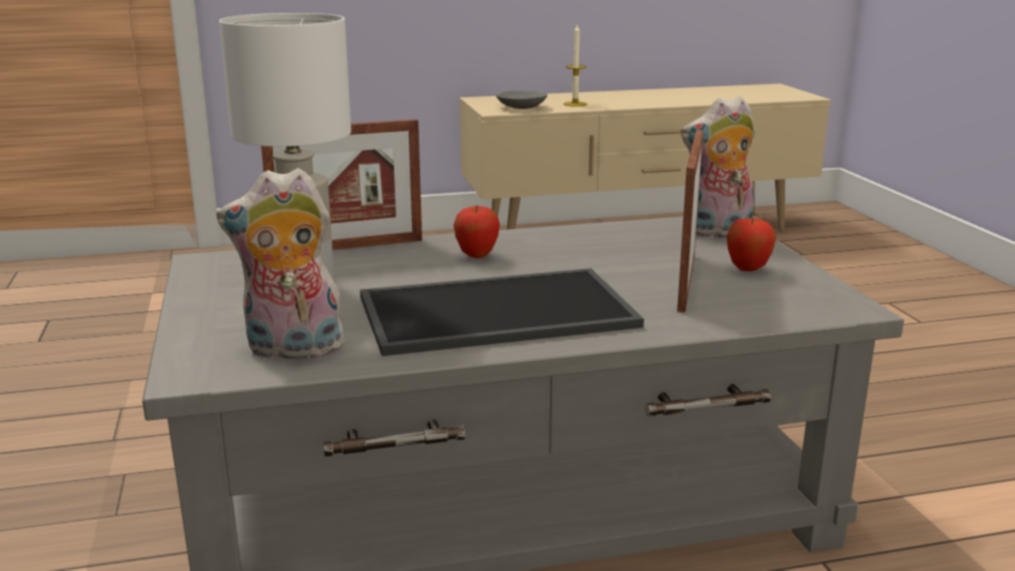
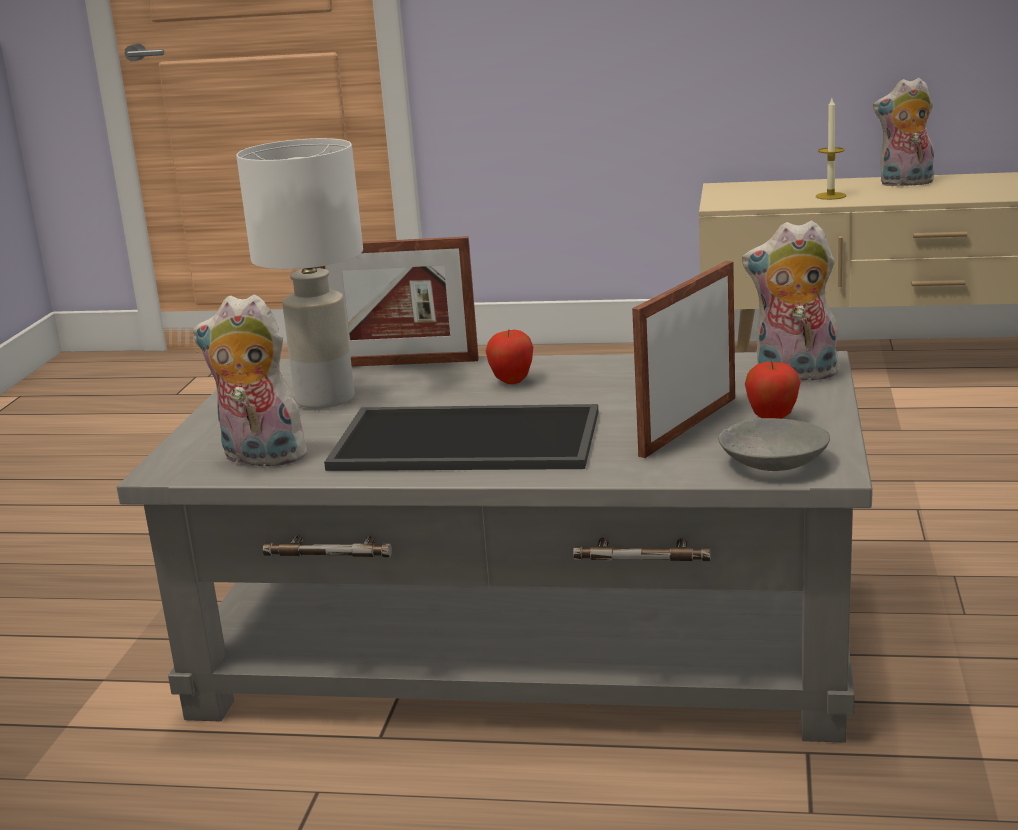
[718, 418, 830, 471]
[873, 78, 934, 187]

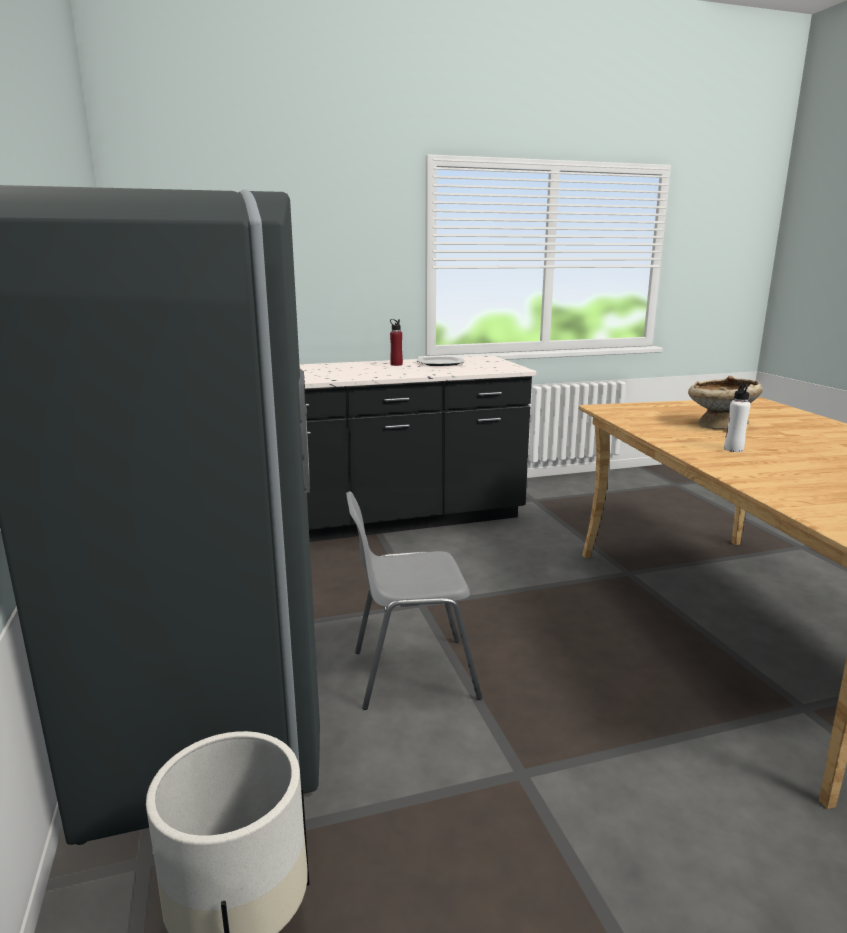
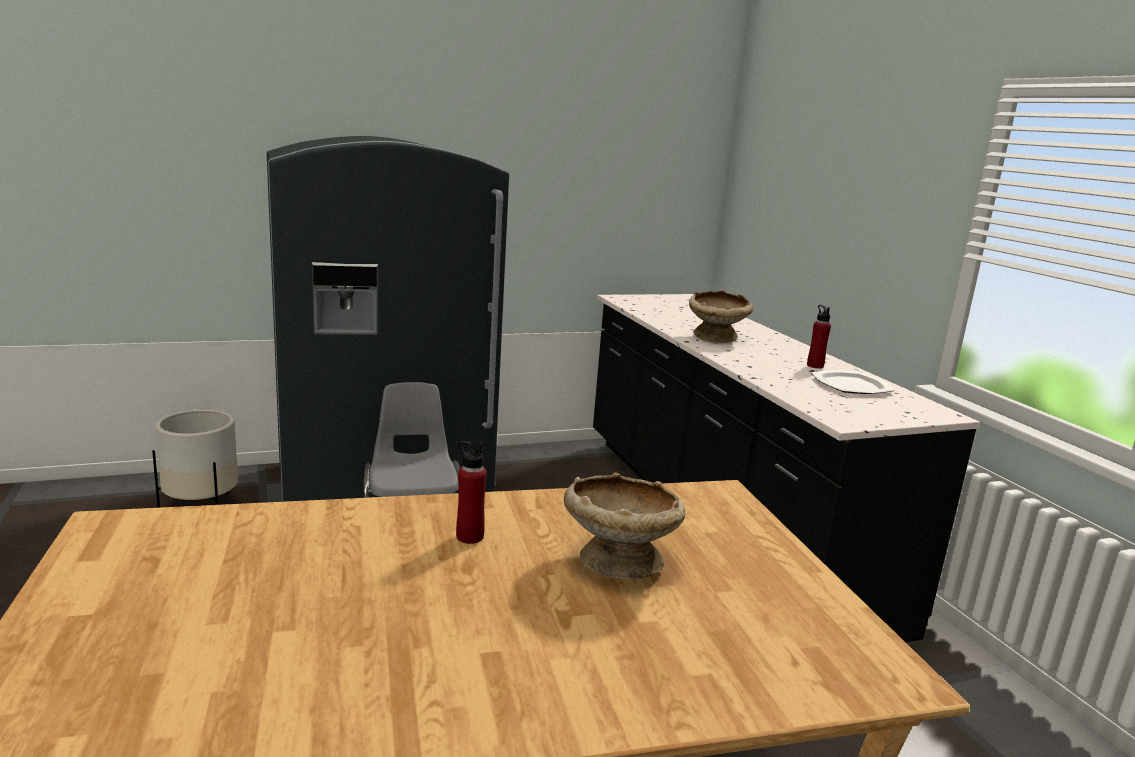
[456, 441, 487, 544]
[689, 290, 753, 343]

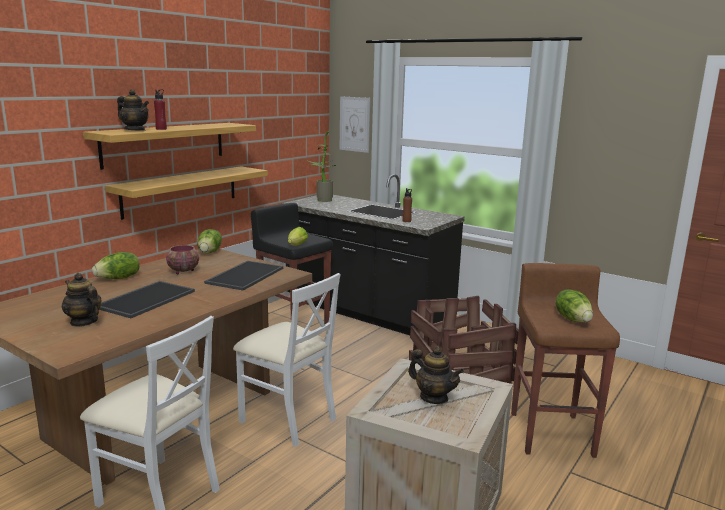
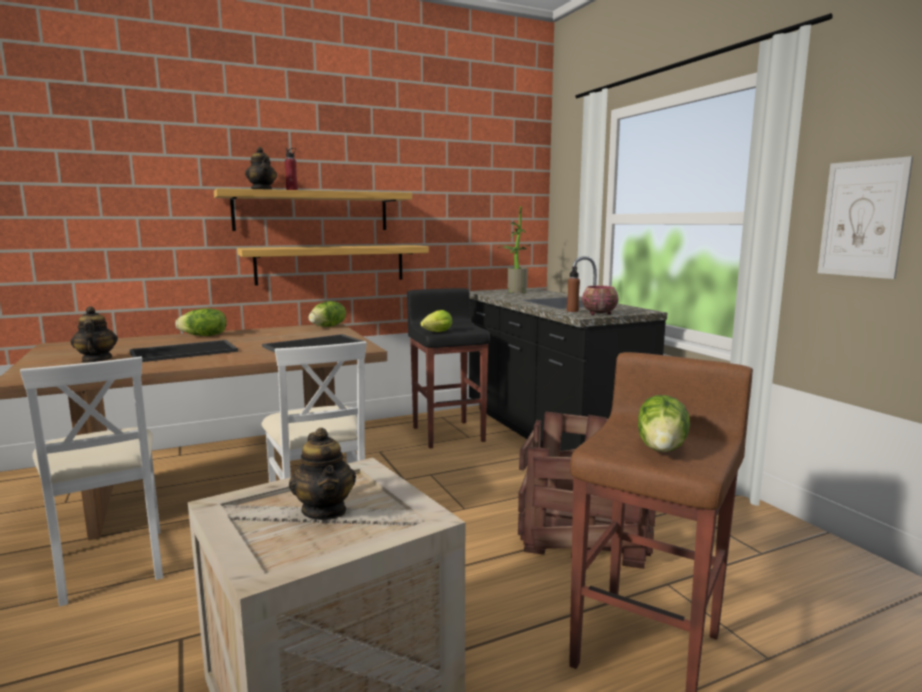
[818, 156, 913, 279]
[582, 285, 619, 315]

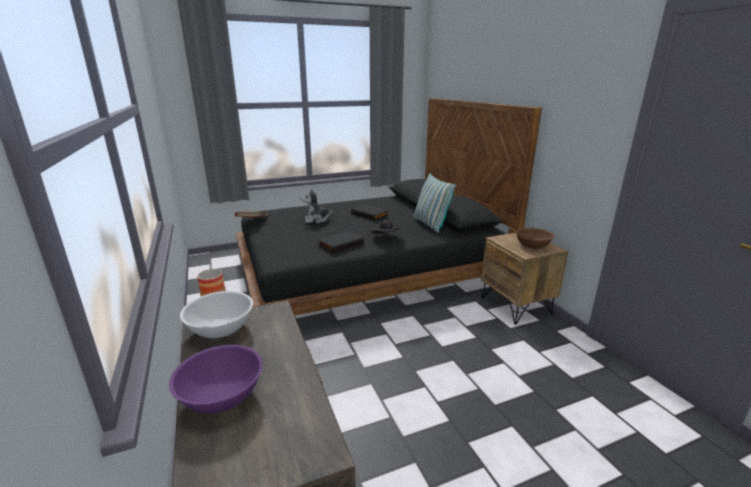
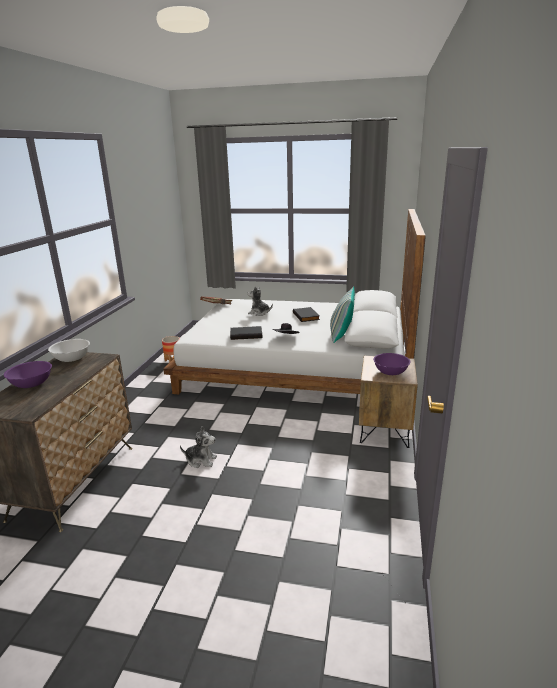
[164, 209, 426, 395]
[373, 353, 411, 375]
[180, 426, 217, 468]

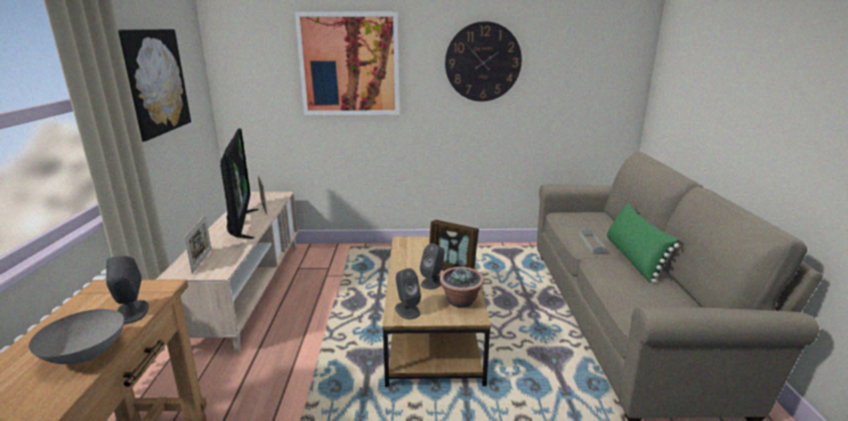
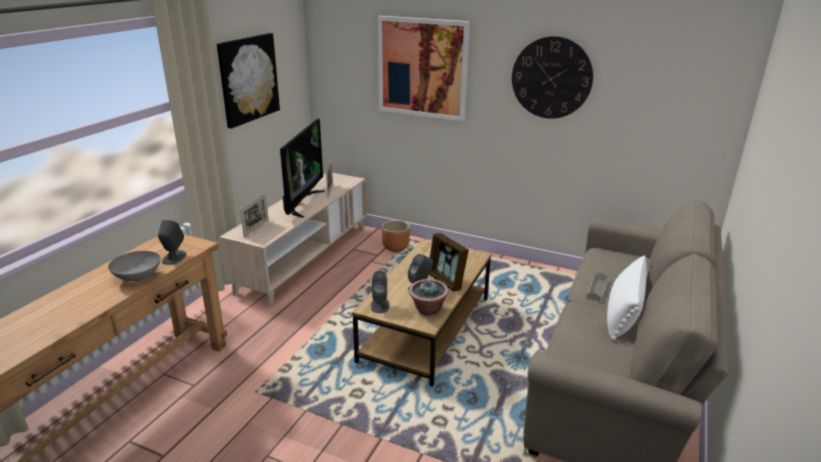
[607, 255, 647, 341]
[382, 220, 410, 252]

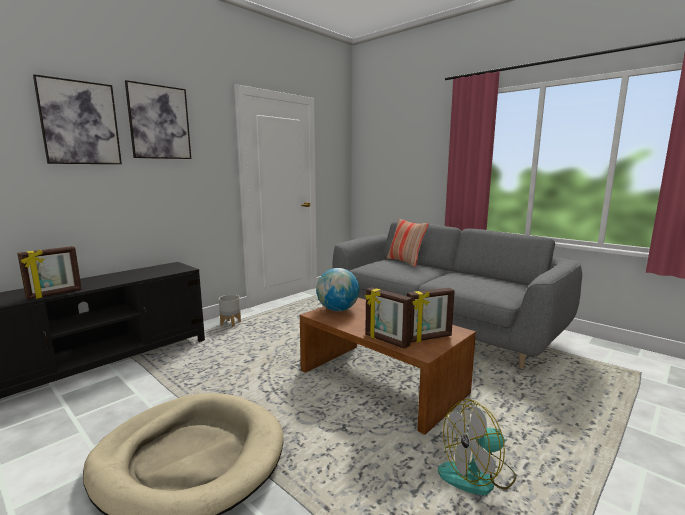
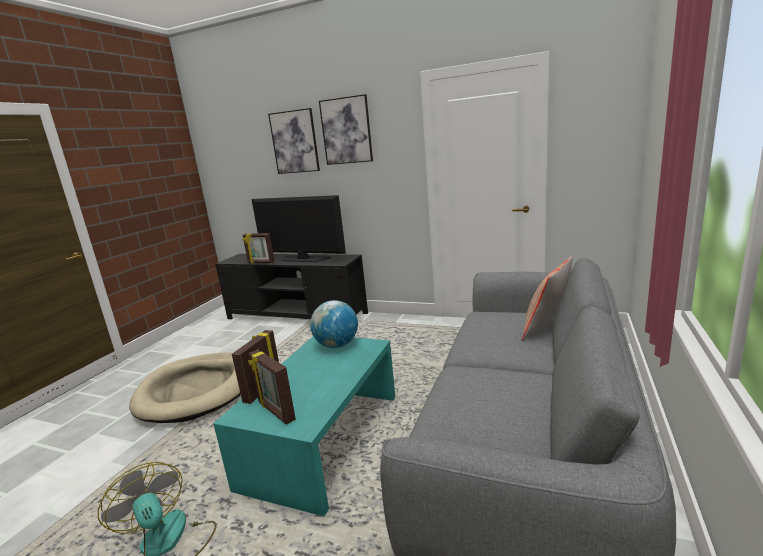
[219, 295, 241, 327] (first image)
[213, 337, 395, 516]
[251, 195, 346, 262]

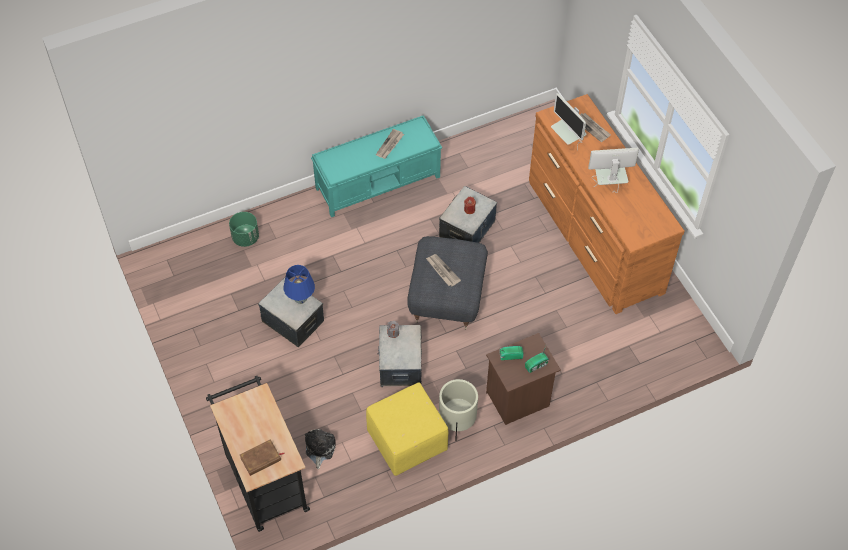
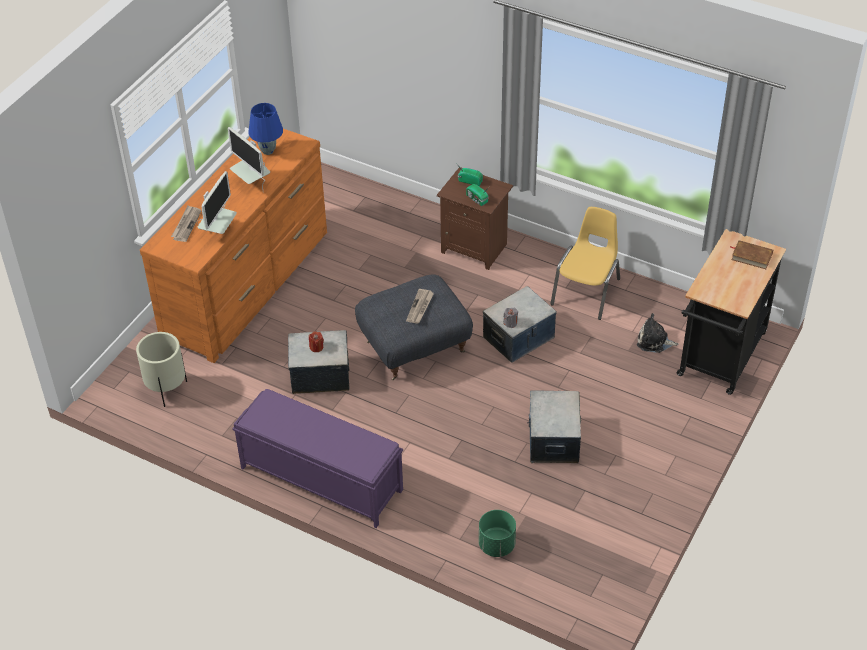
[232, 389, 403, 528]
[376, 129, 404, 159] (first image)
[248, 103, 283, 155]
[136, 332, 187, 407]
[550, 207, 620, 320]
[637, 313, 679, 353]

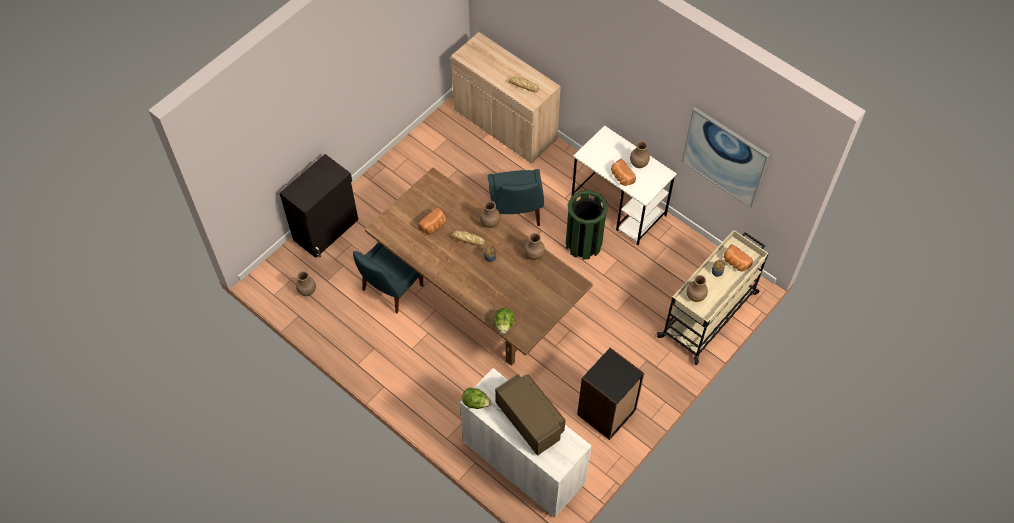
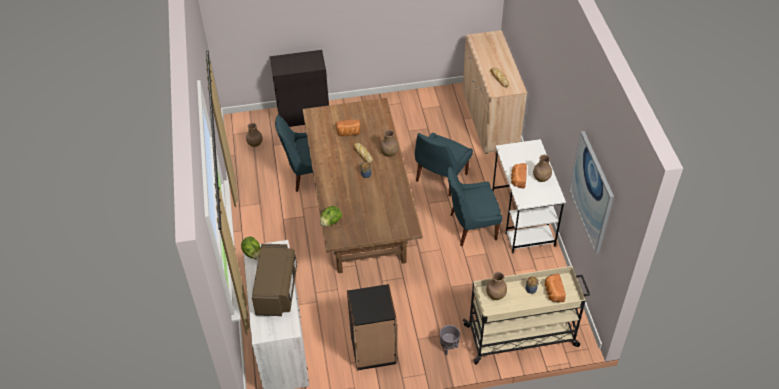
[447, 167, 502, 246]
[524, 233, 545, 260] (first image)
[440, 325, 460, 355]

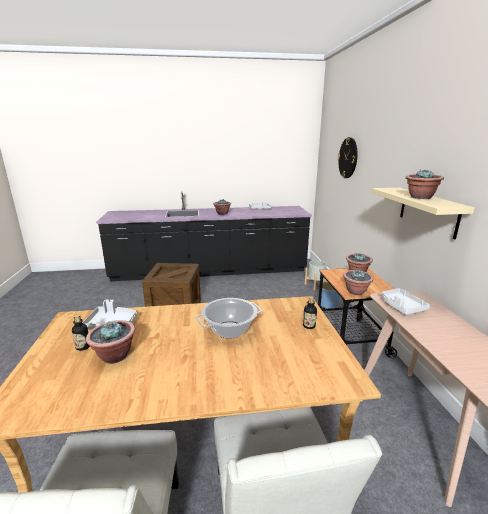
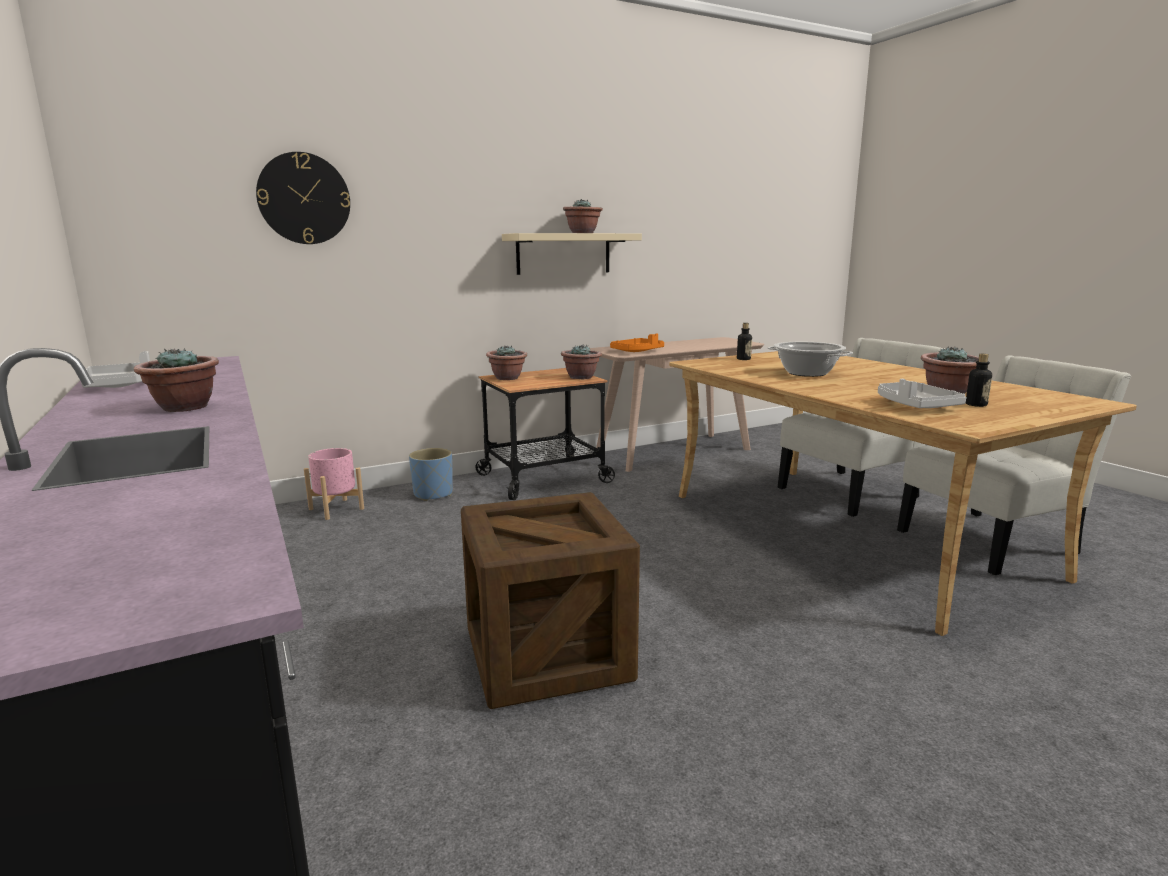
[304, 448, 364, 520]
[610, 334, 664, 352]

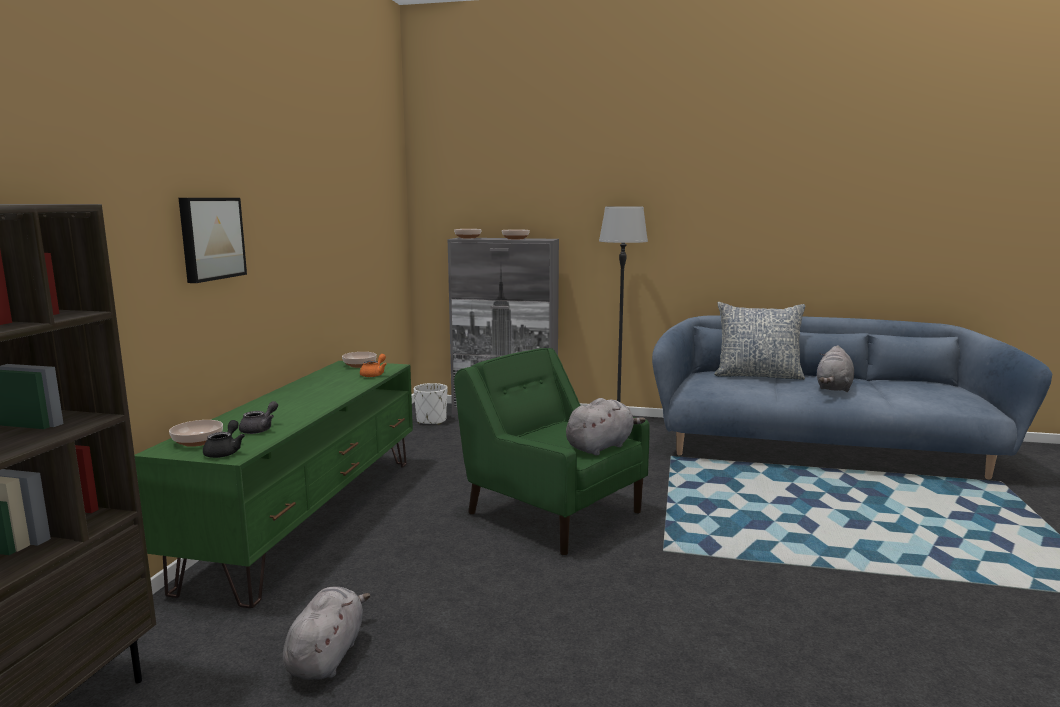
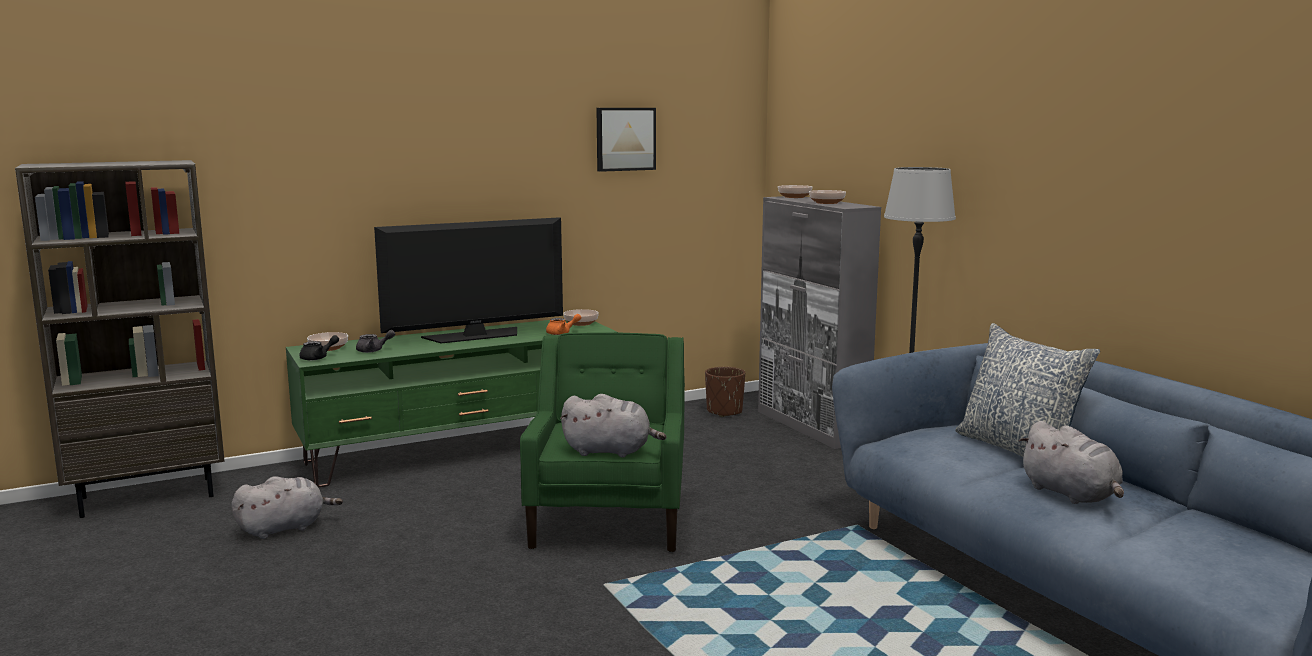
[597, 108, 656, 172]
[1019, 421, 1124, 504]
[705, 367, 745, 417]
[374, 217, 563, 343]

